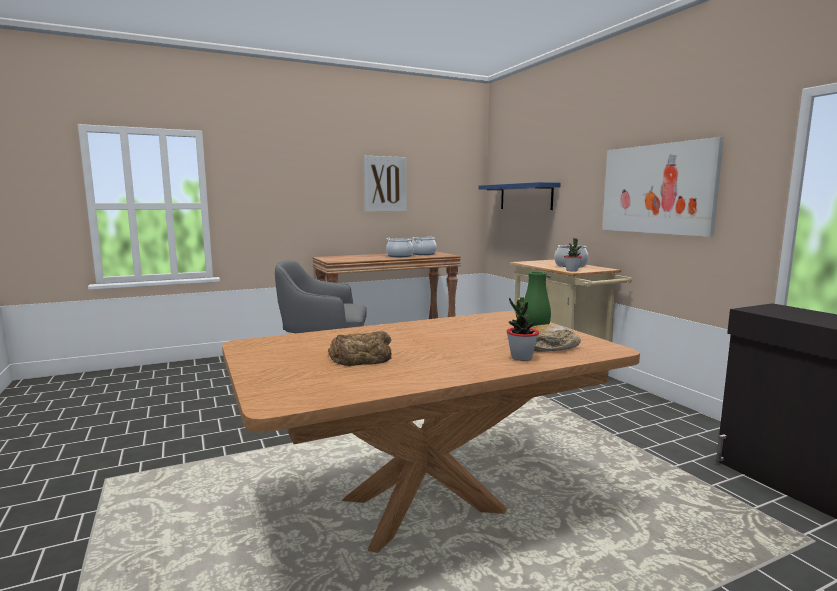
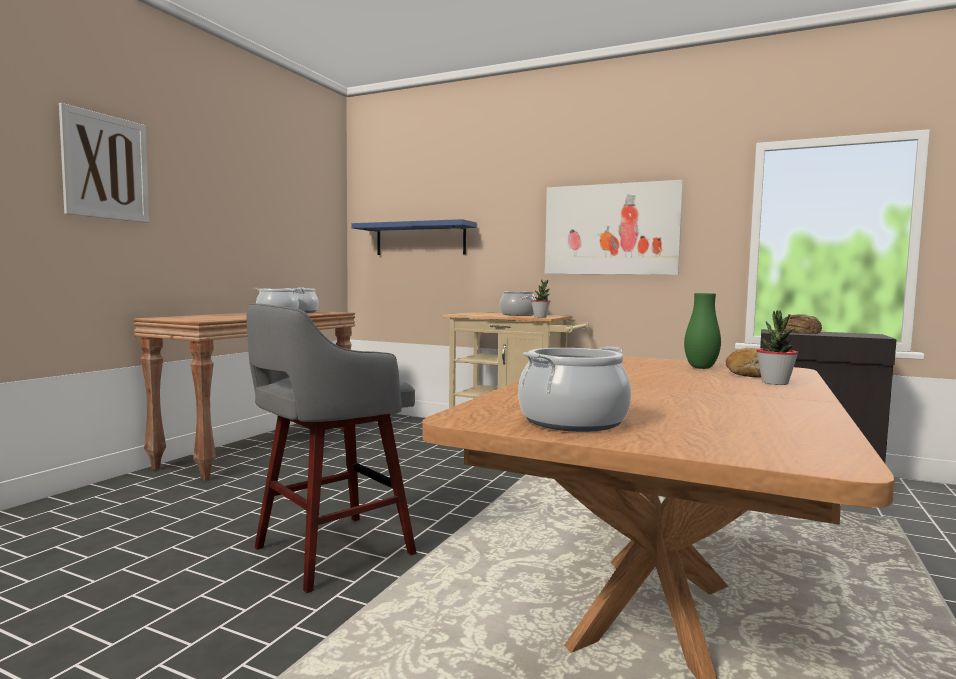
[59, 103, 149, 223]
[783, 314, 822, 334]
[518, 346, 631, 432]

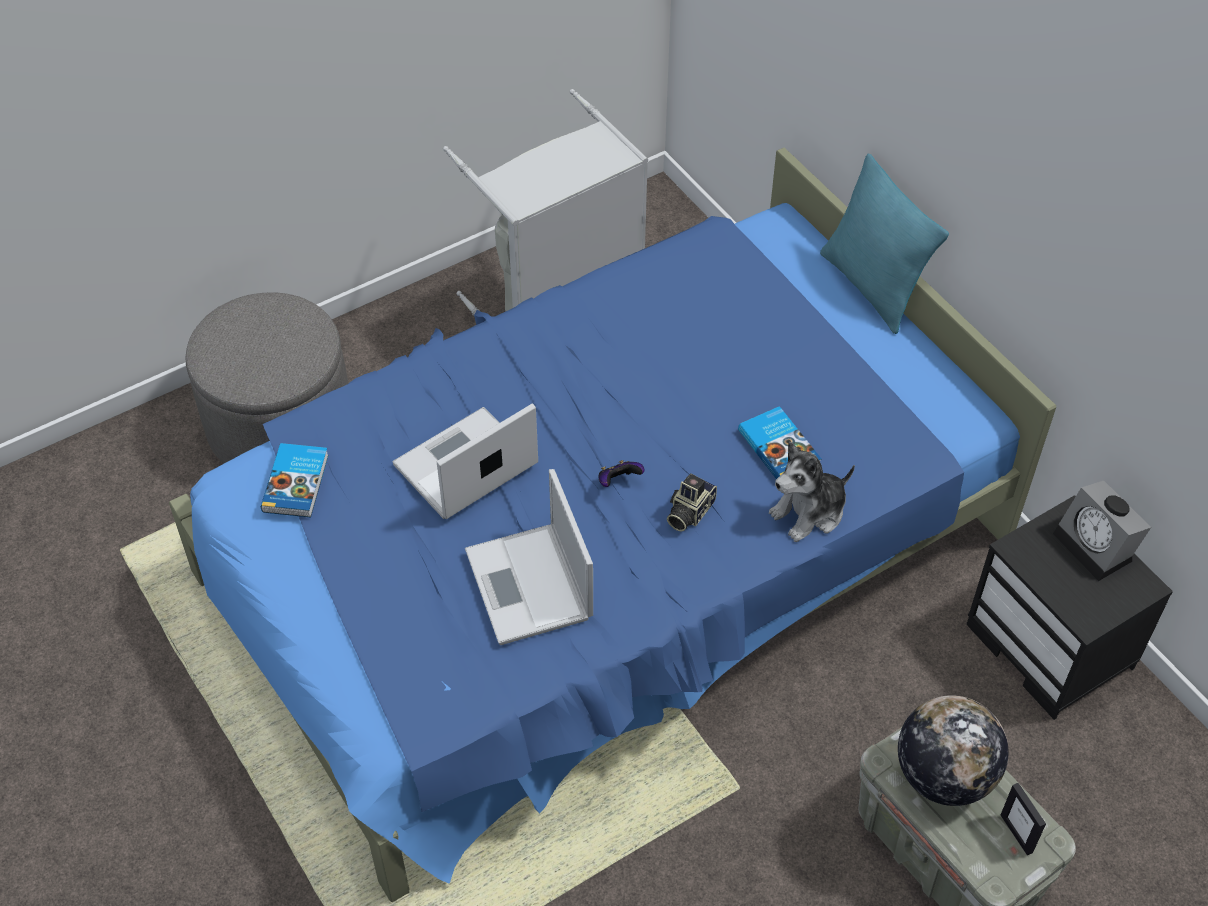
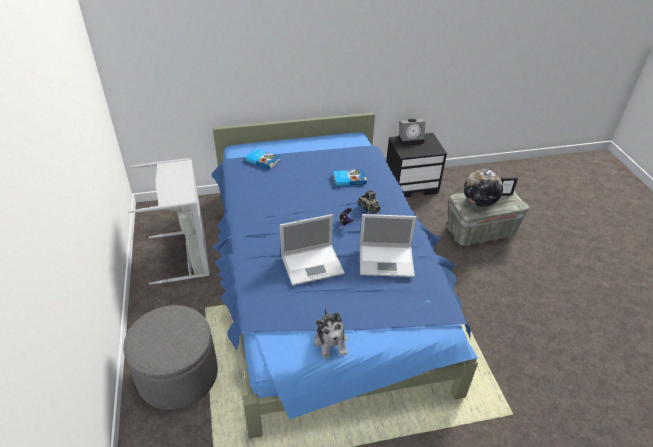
[820, 153, 949, 334] (first image)
[280, 214, 345, 286]
[314, 308, 347, 359]
[245, 149, 280, 170]

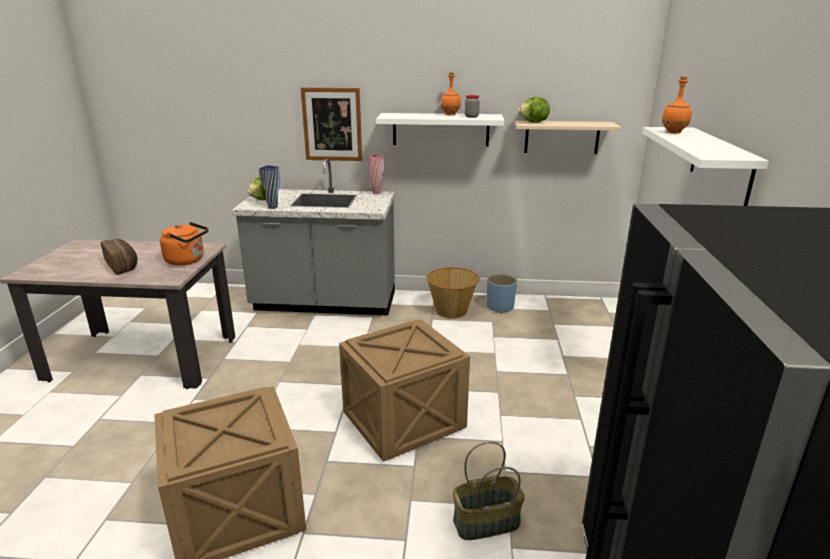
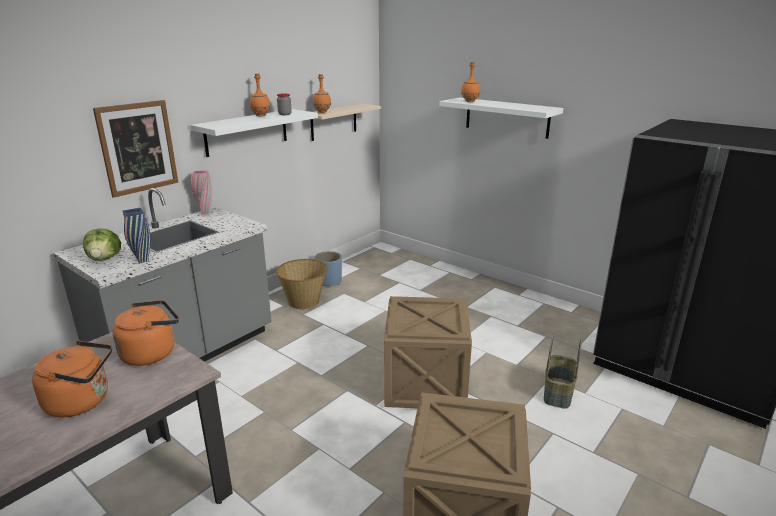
[313, 74, 331, 113]
[32, 341, 112, 417]

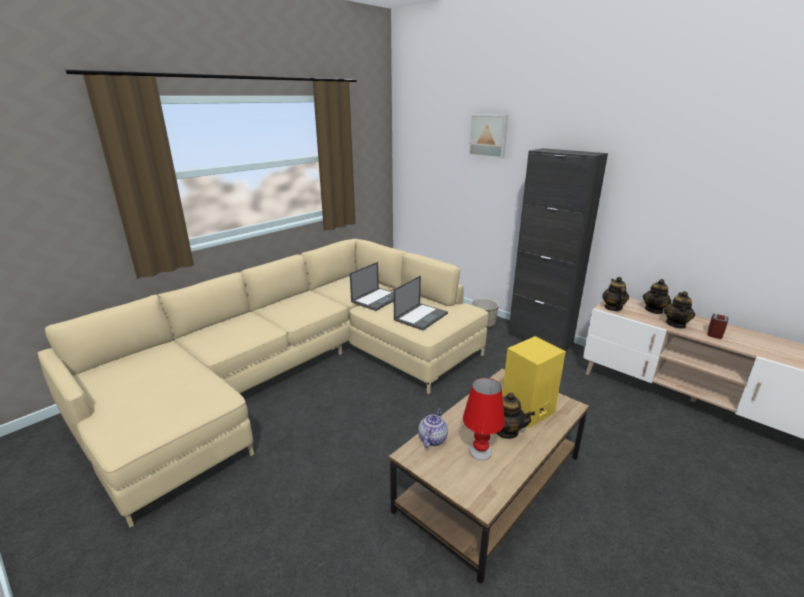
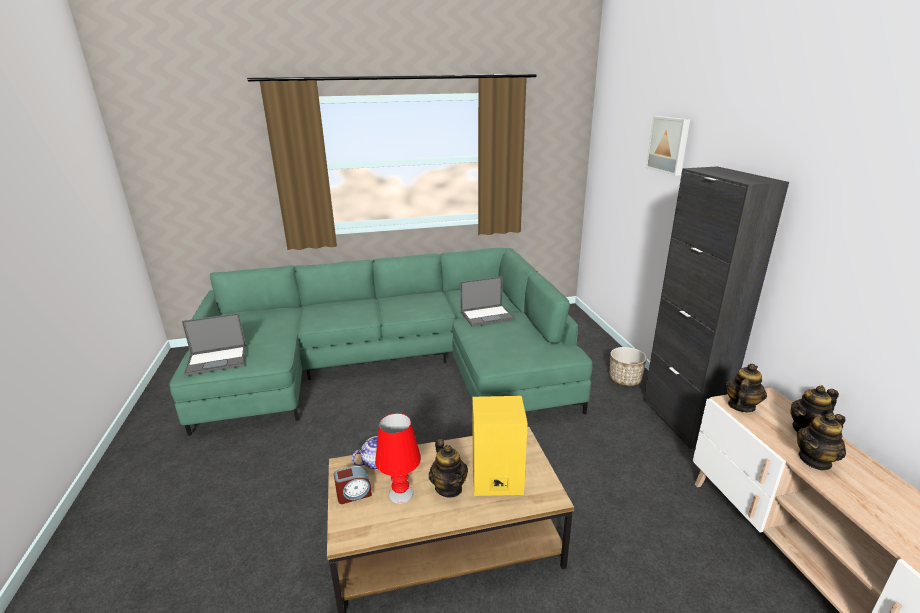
[169, 248, 593, 436]
[182, 313, 246, 376]
[334, 466, 372, 504]

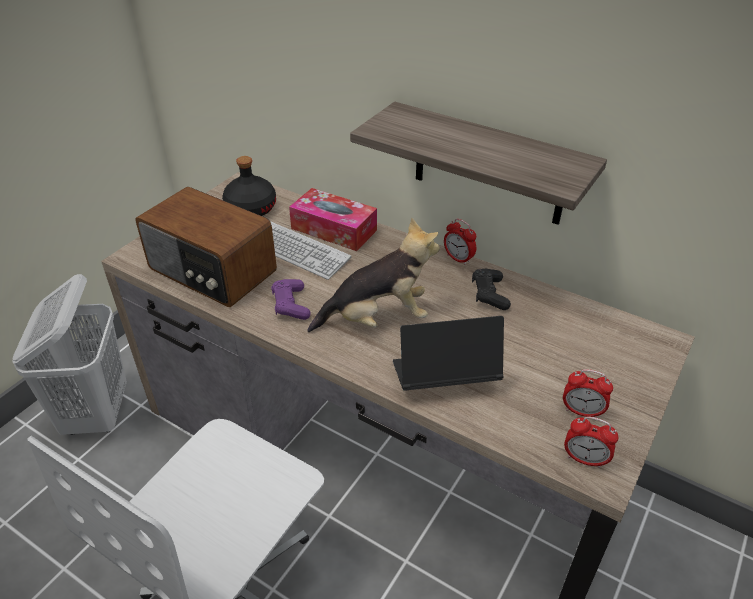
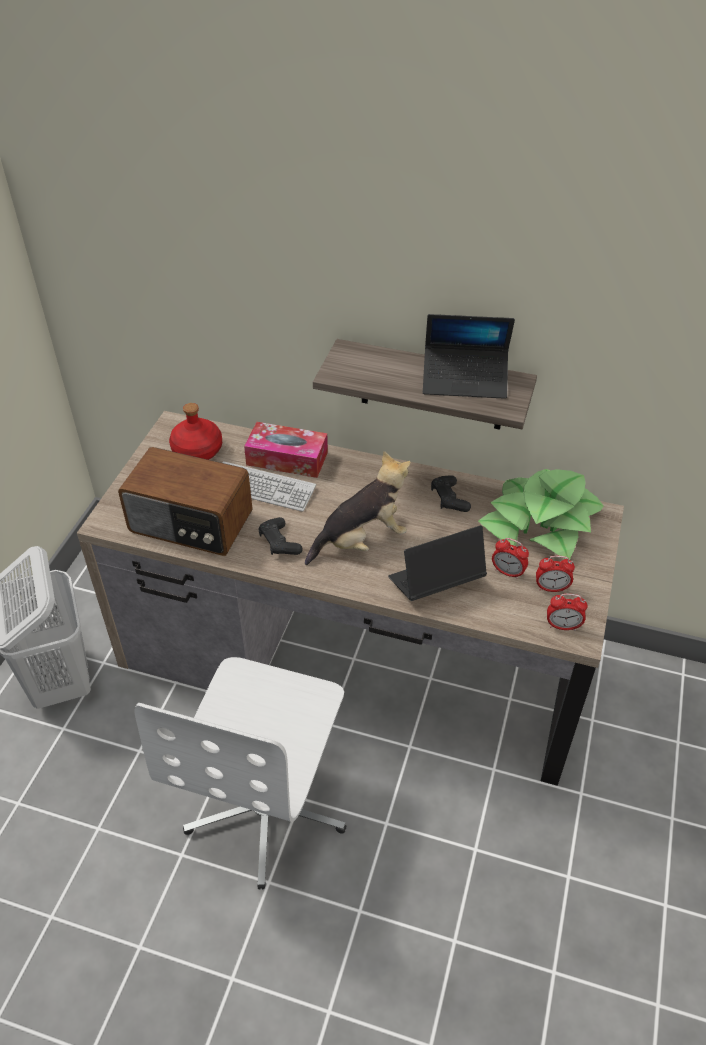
[169, 403, 222, 460]
[492, 538, 529, 579]
[259, 517, 303, 555]
[423, 314, 515, 399]
[478, 469, 604, 560]

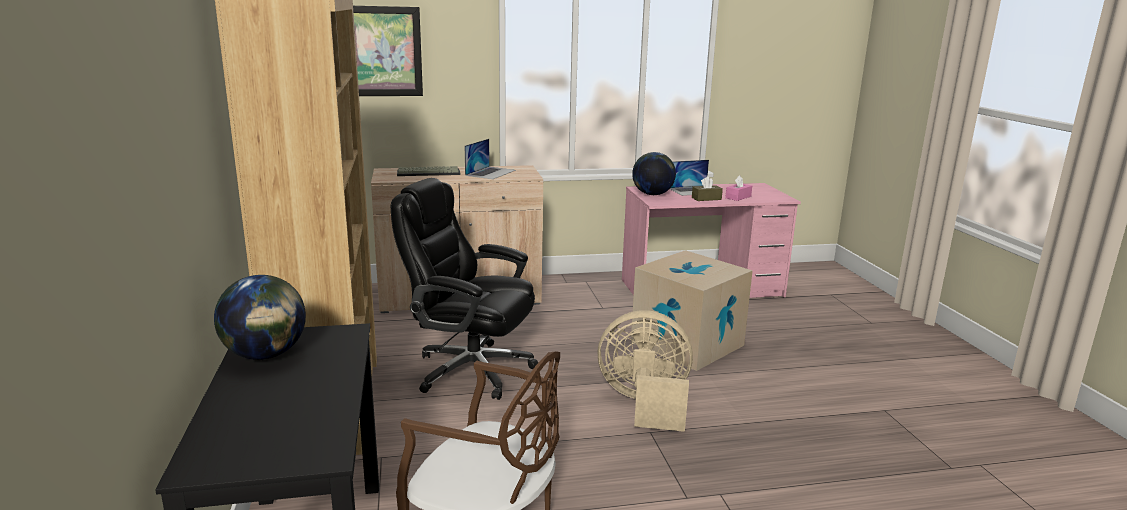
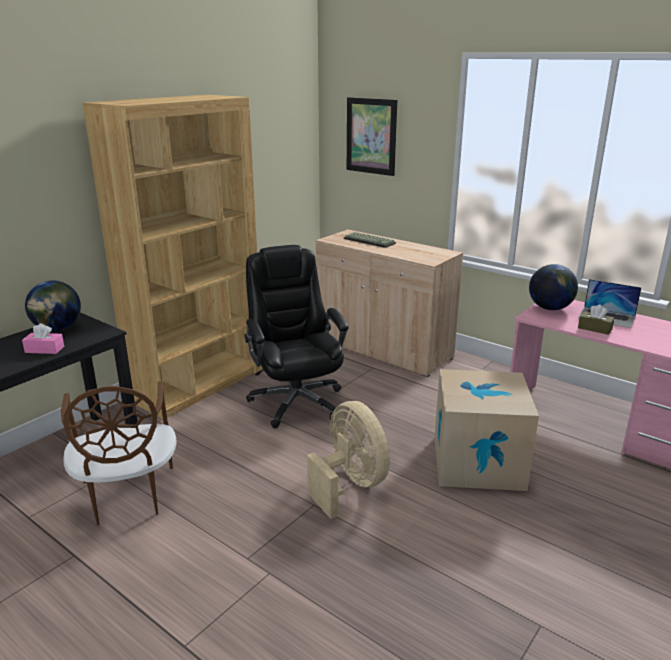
[465, 139, 516, 179] (first image)
[22, 323, 64, 354]

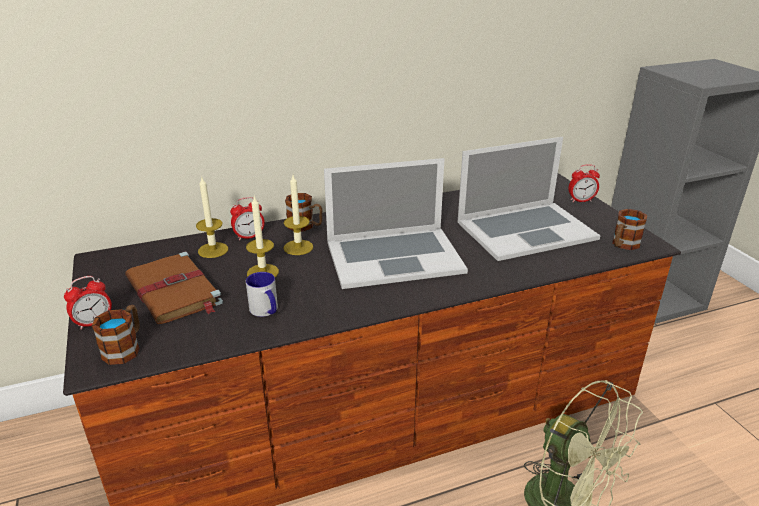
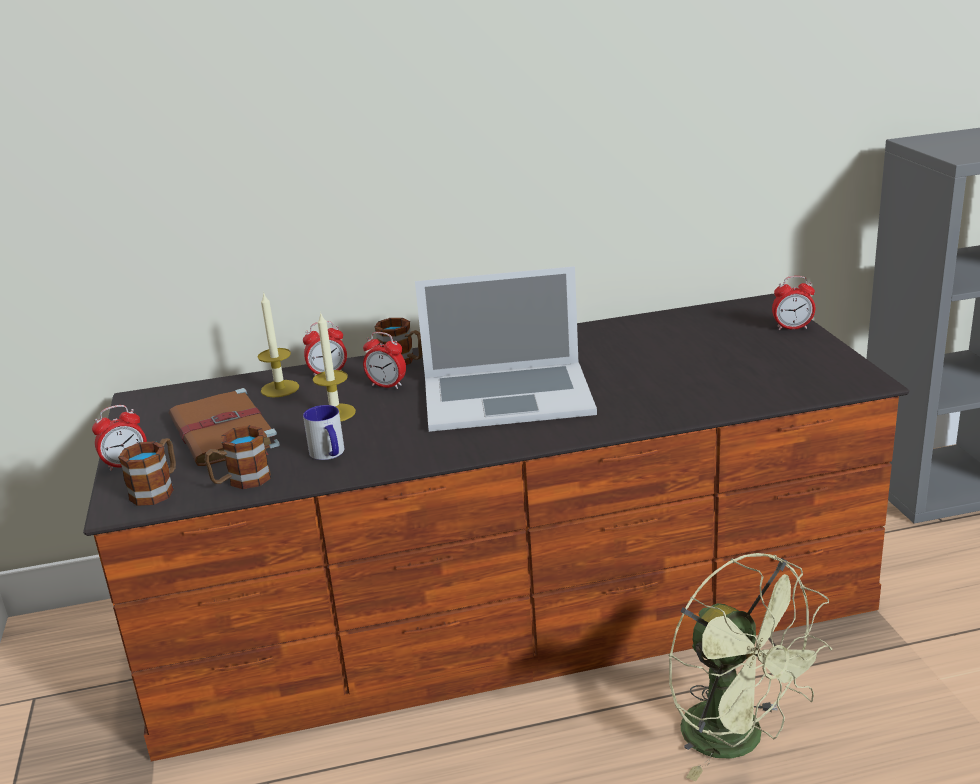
[458, 137, 601, 261] (first image)
[363, 332, 406, 389]
[205, 425, 271, 489]

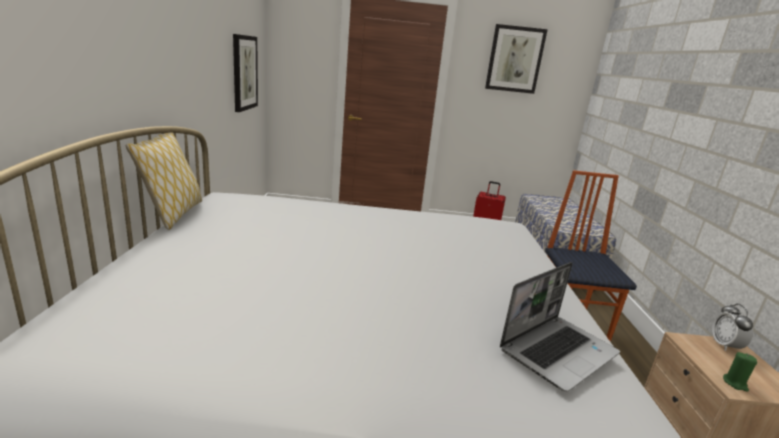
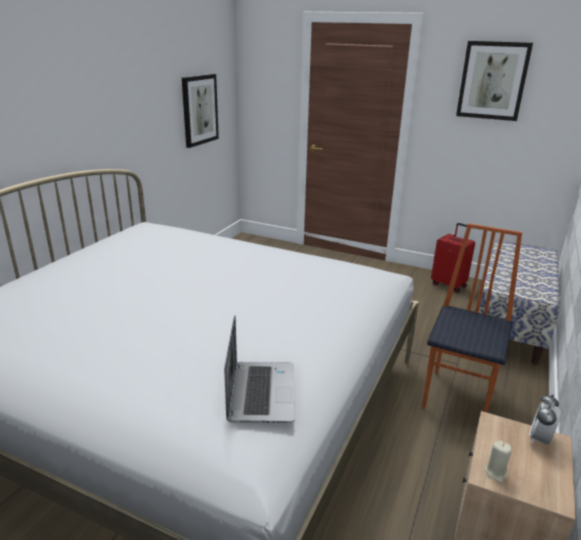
[126, 132, 202, 230] (first image)
[224, 316, 295, 423]
[484, 441, 512, 483]

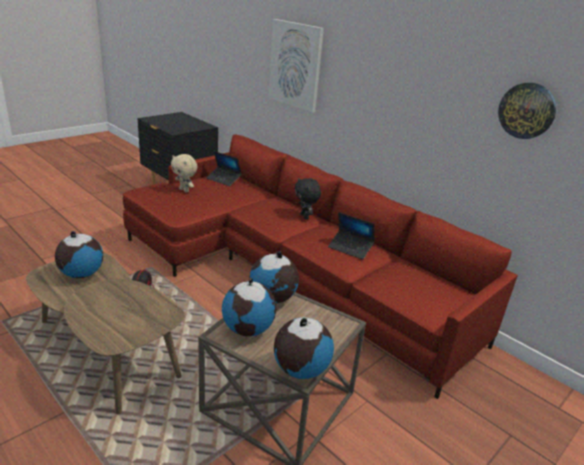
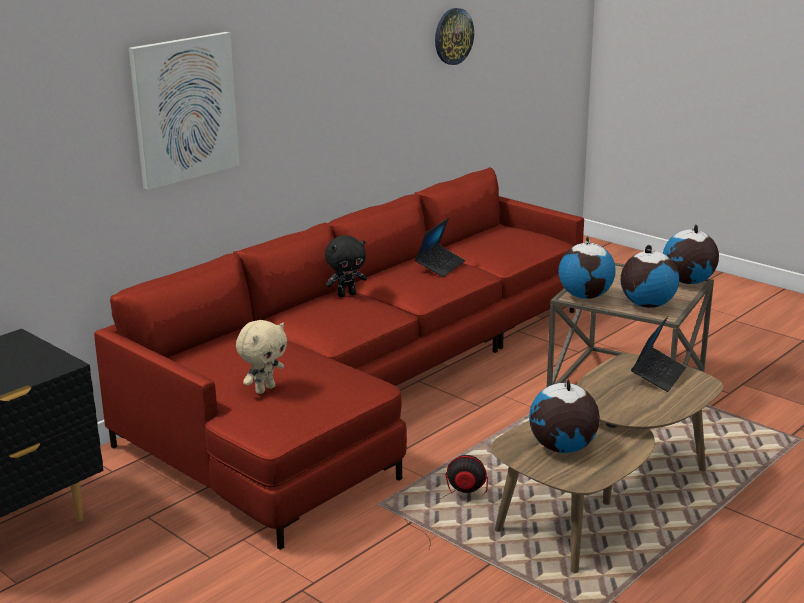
[631, 316, 686, 392]

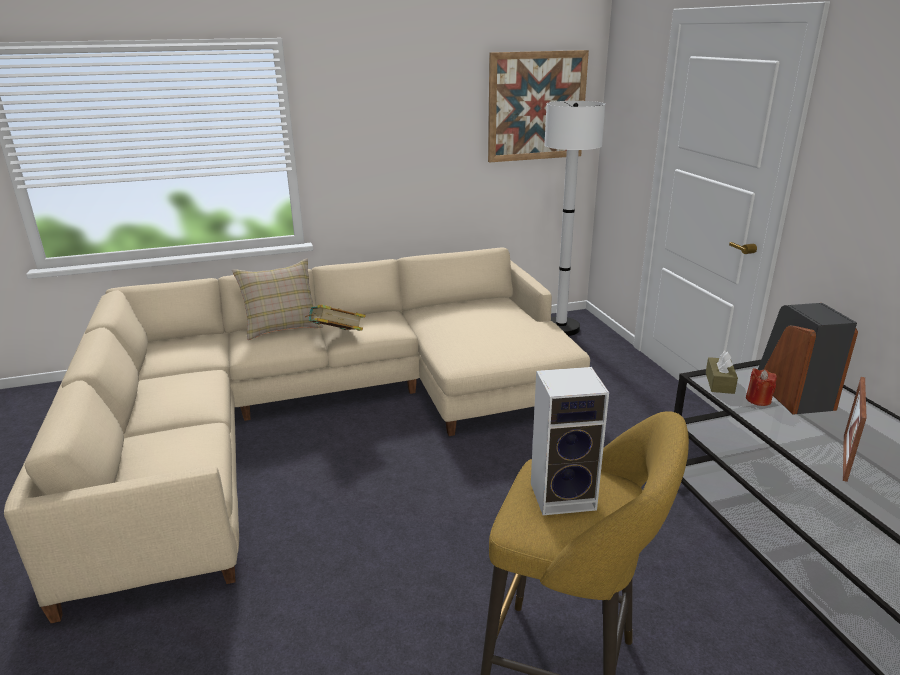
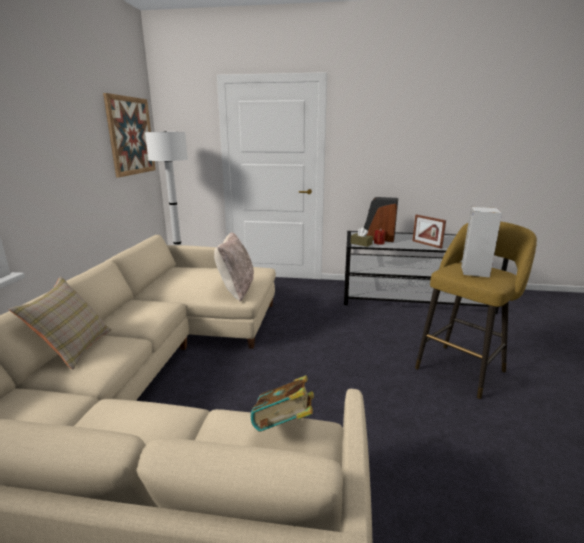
[250, 375, 314, 432]
[214, 232, 254, 302]

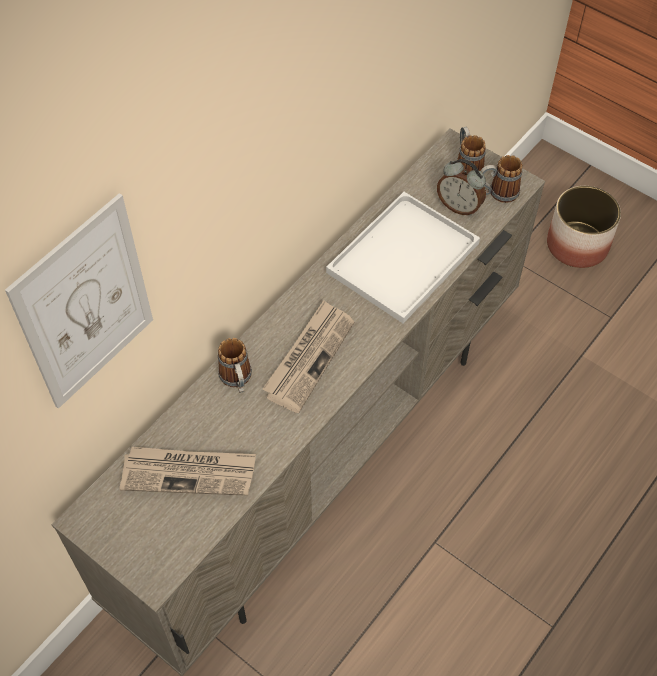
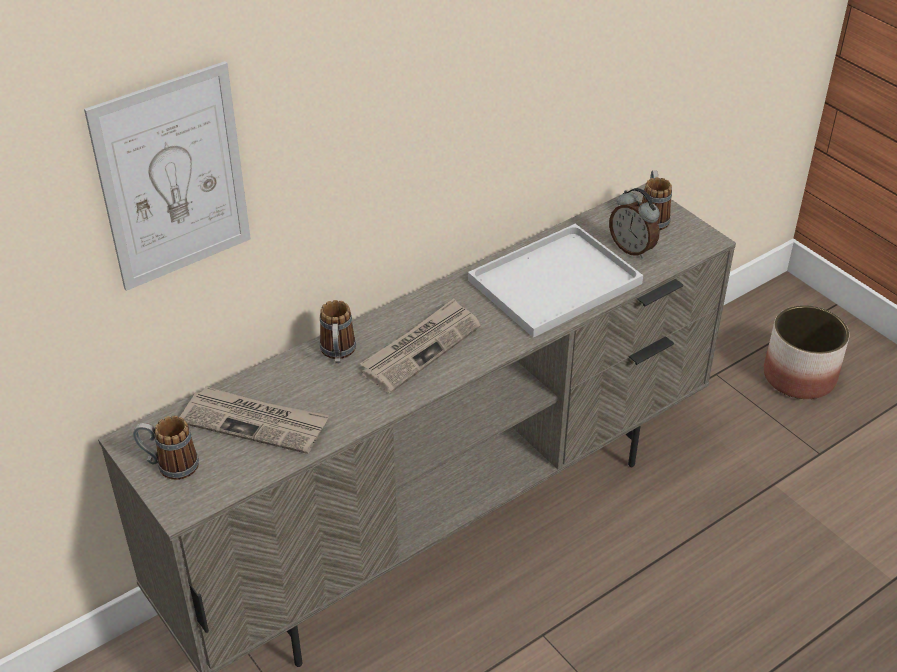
[133, 416, 199, 480]

